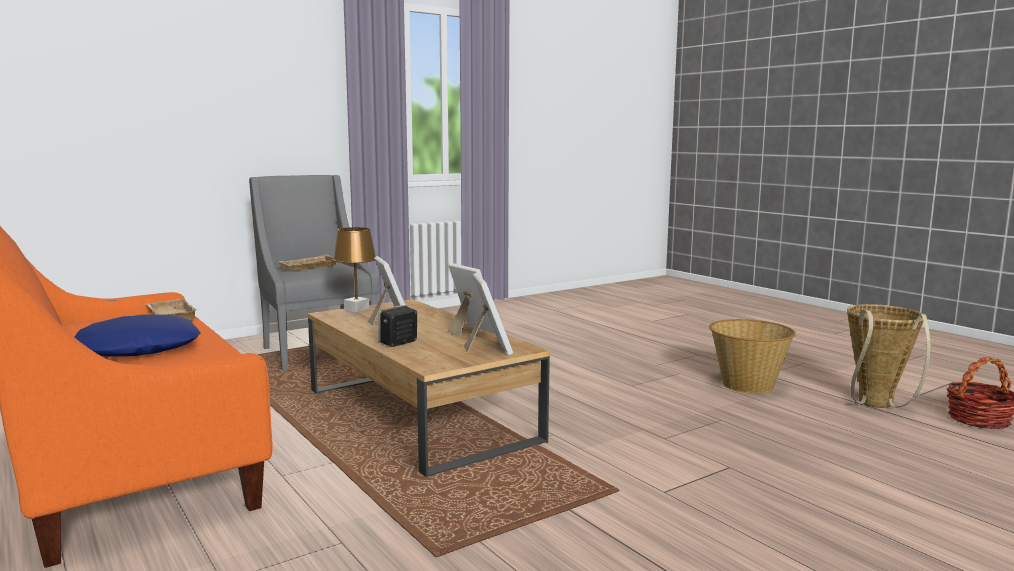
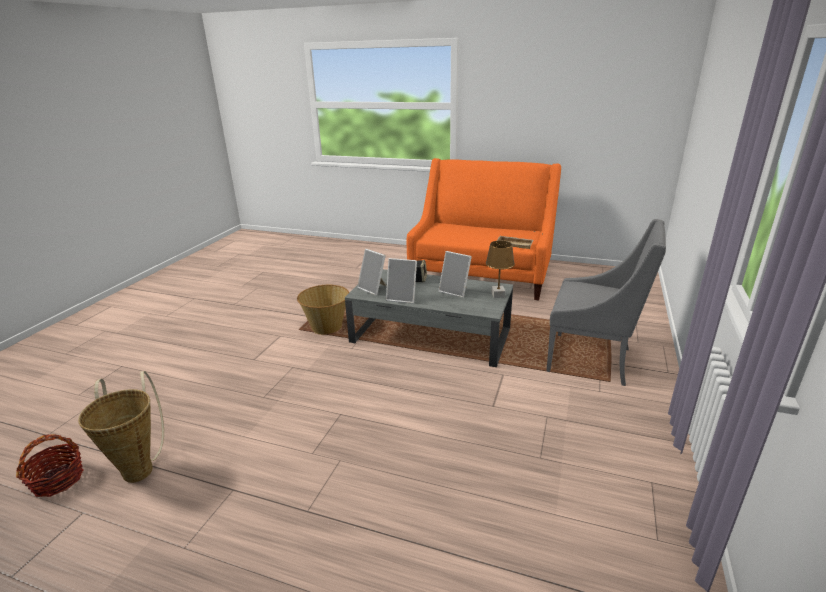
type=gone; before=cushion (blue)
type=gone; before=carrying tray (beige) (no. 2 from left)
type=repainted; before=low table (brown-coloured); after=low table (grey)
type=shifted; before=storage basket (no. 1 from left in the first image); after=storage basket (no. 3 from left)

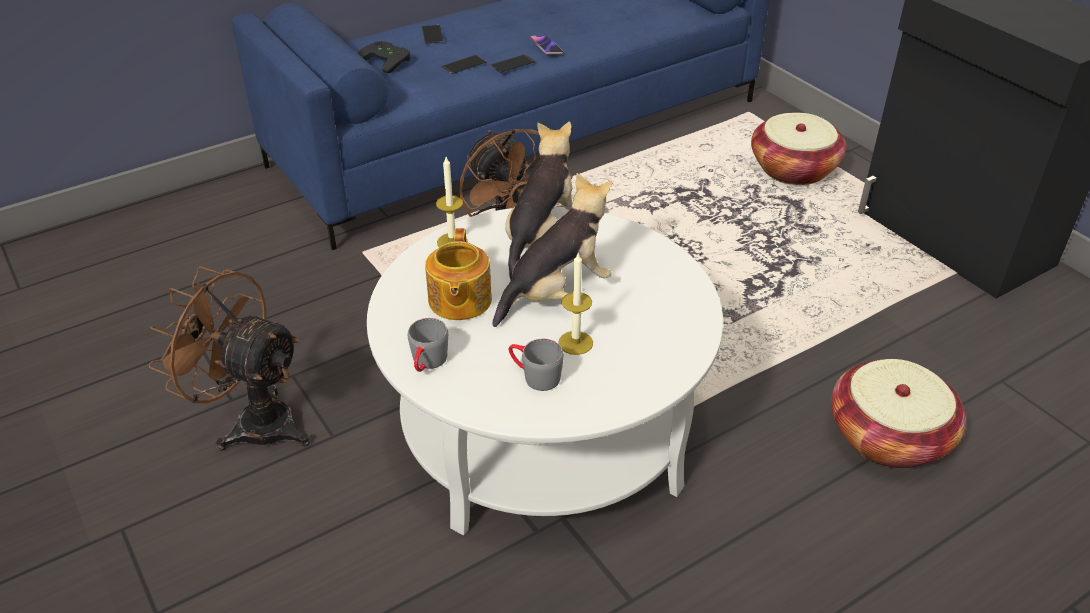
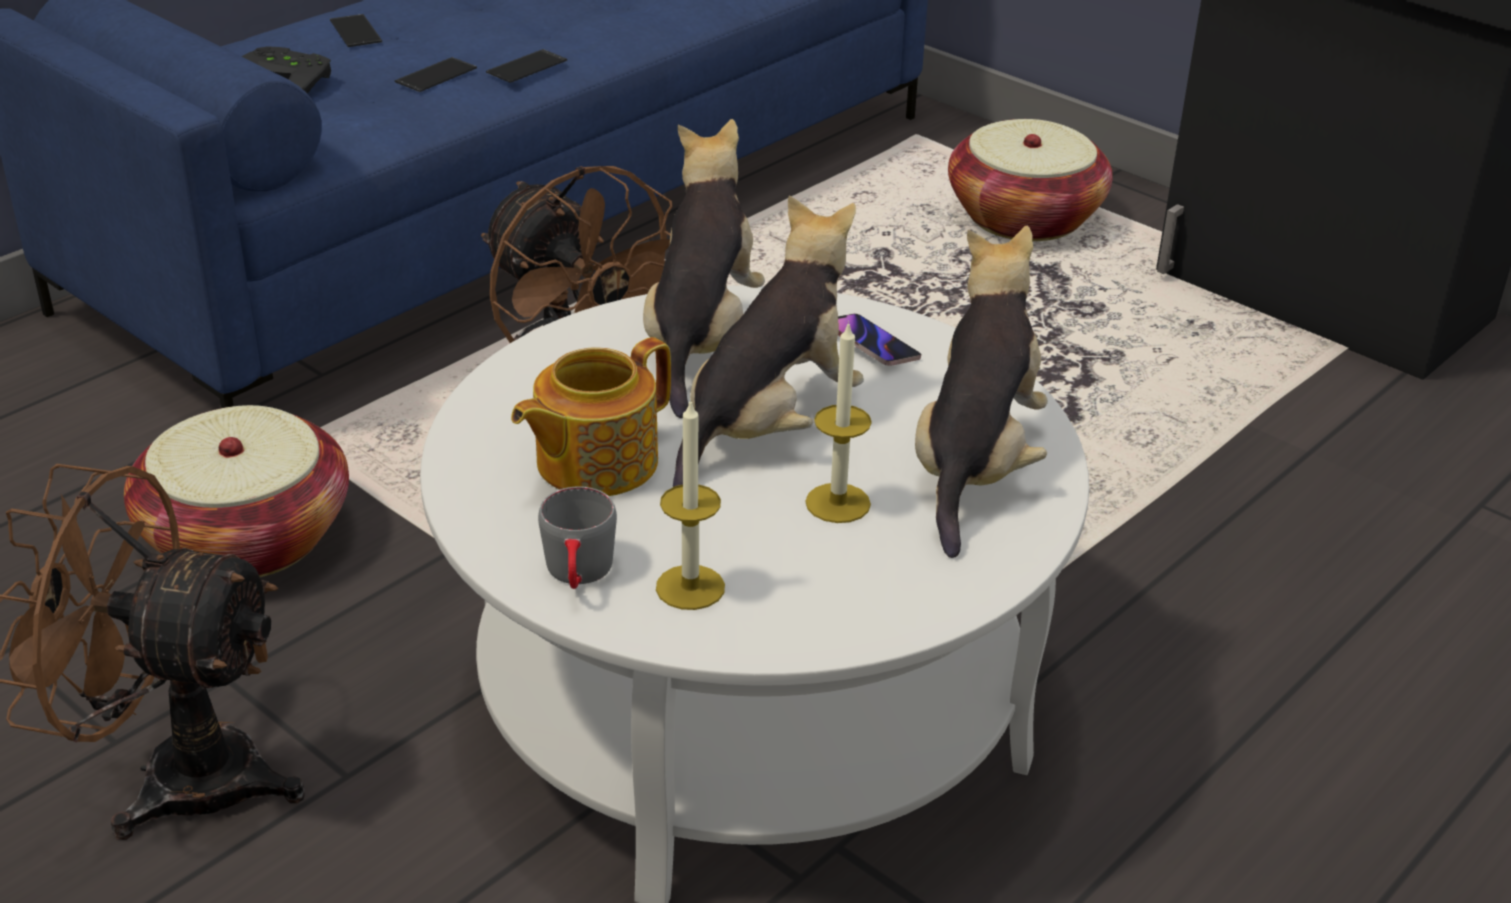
type=rotated; before=pot for tea; turn=60
type=shifted; before=candle (no. 1 from left)
type=gone; before=tea mug (grey) (no. 2 from left)
type=shifted; before=telephone (no. 4 from left)
type=shifted; before=storage basket (no. 2 from left in the first image); after=storage basket (no. 1 from left)
type=new; after=plush toy (no. 3 from left)

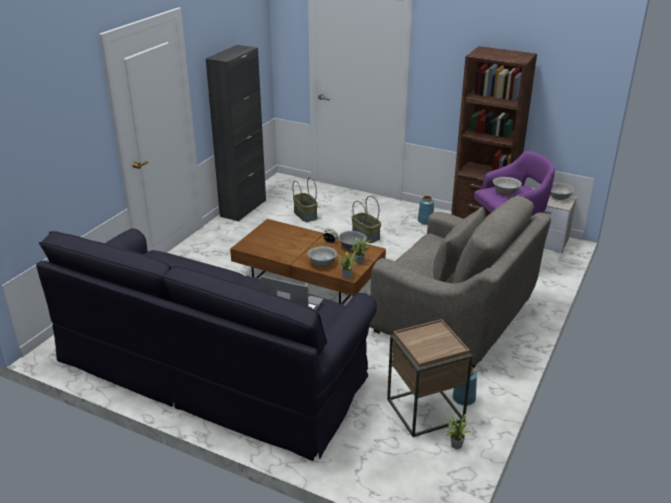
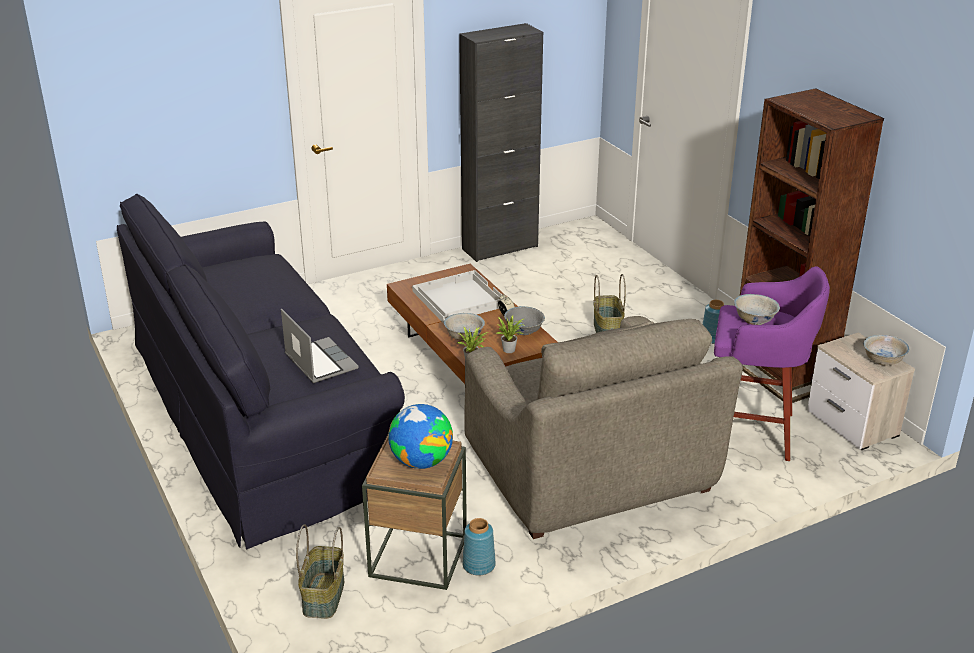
type=shifted; before=storage basket (no. 1 from left)
type=gone; before=plant in a pot (no. 3 from left)
type=new; after=world globe
type=new; after=carrying tray (white-coloured)

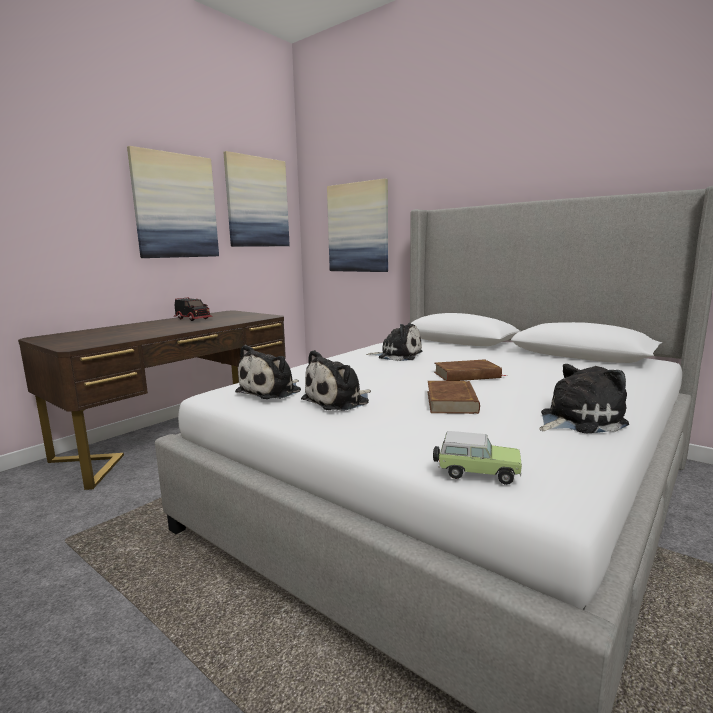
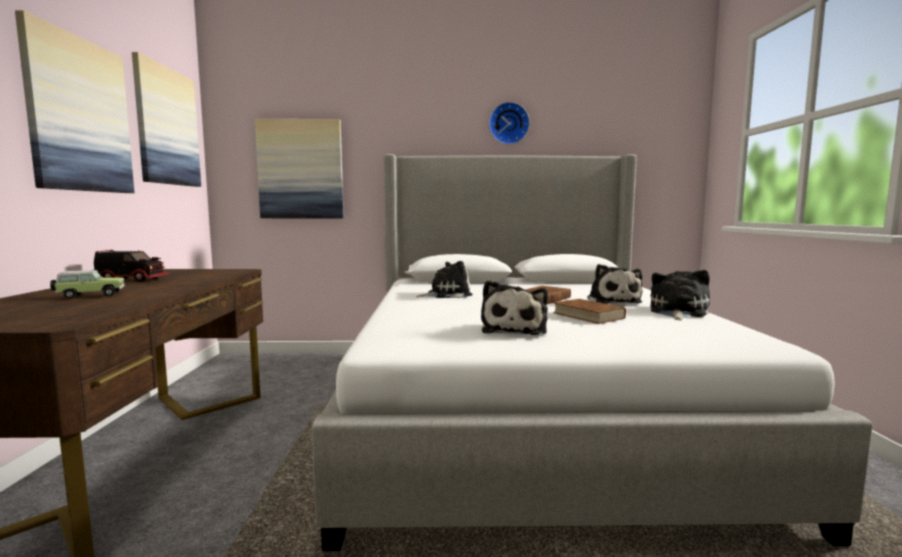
type=shifted; before=plush toy (no. 1 from left in the first image); after=plush toy (no. 3 from left)
type=shifted; before=miniature car
type=new; after=clock on the wall

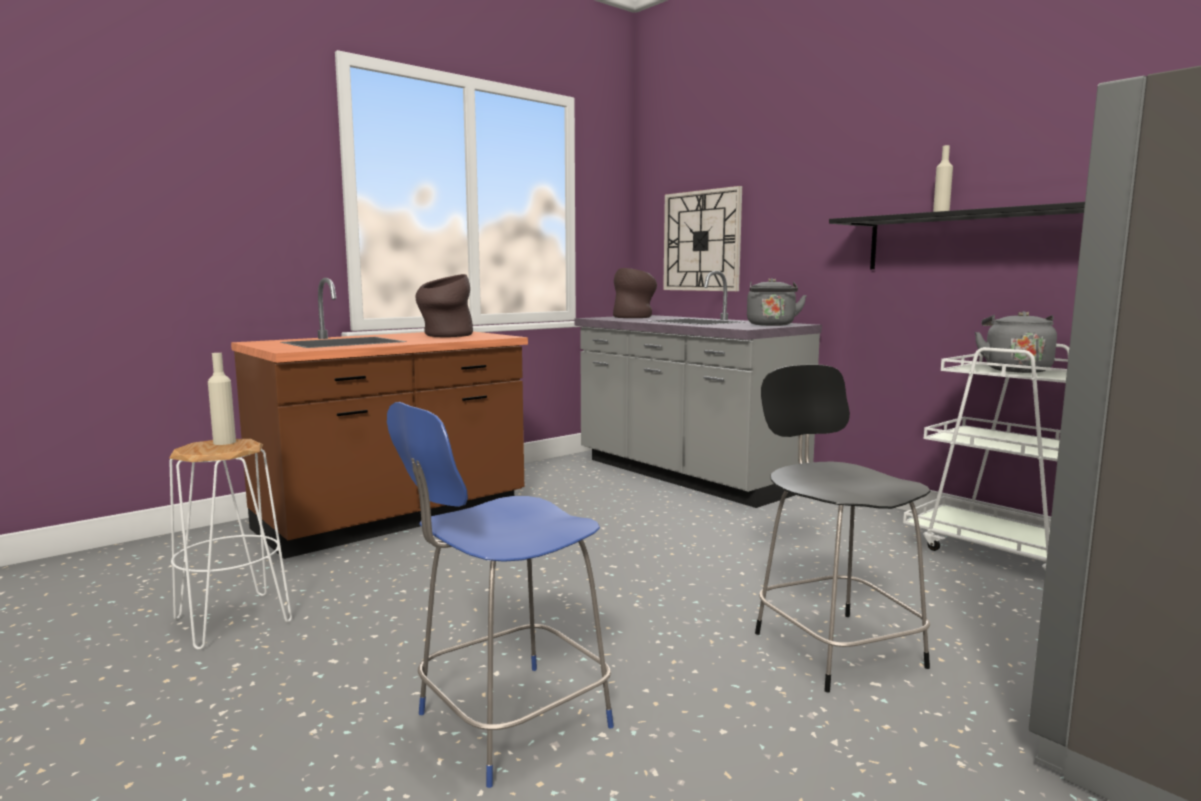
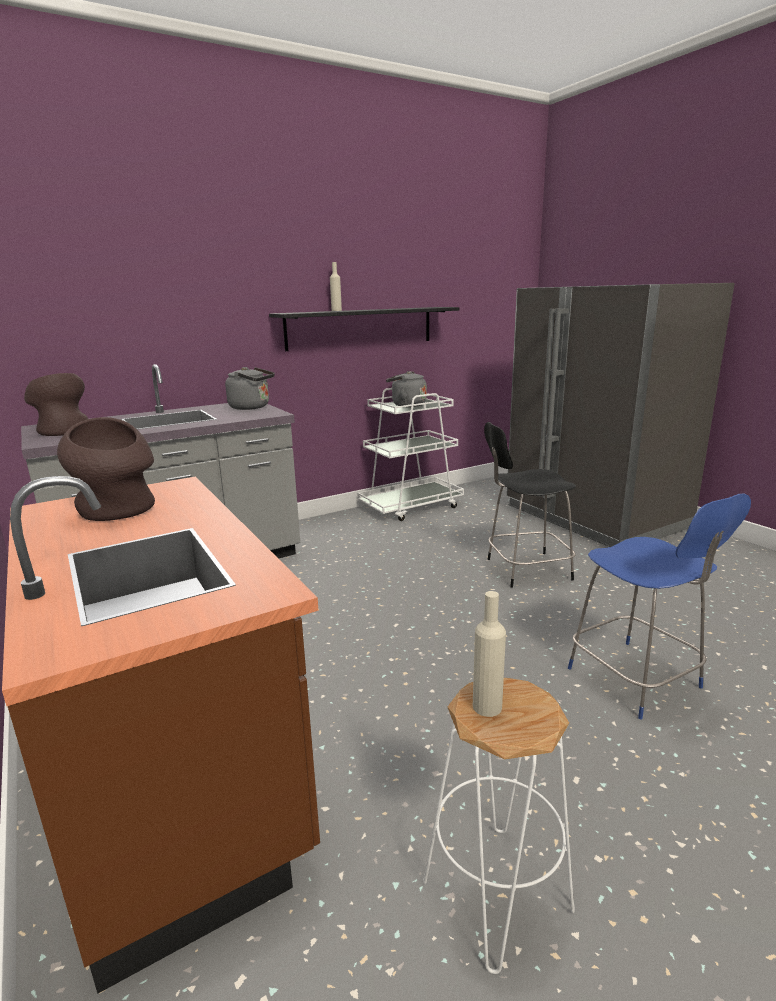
type=gone; before=clock on the wall

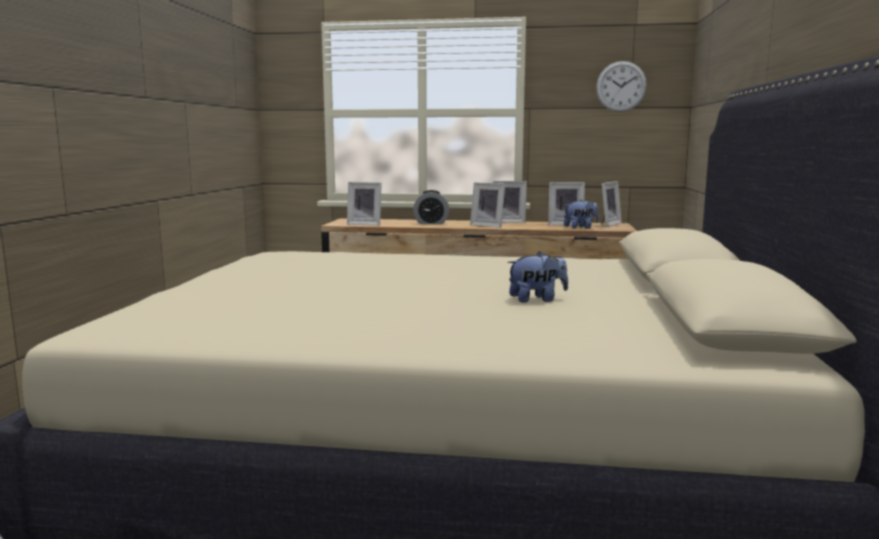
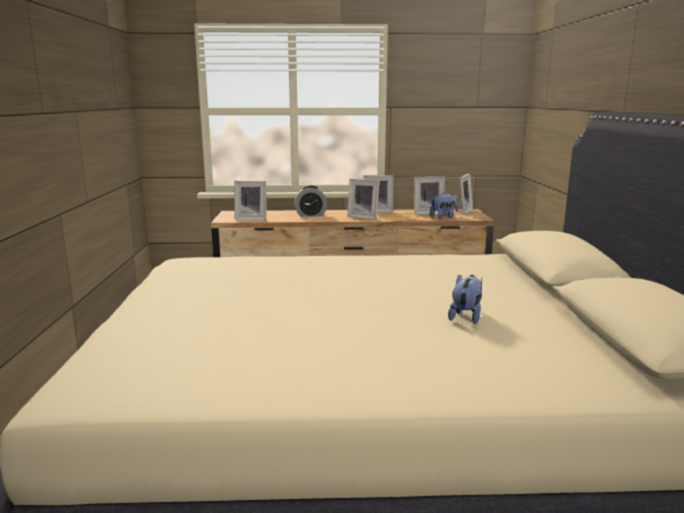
type=rotated; before=plush toy (no. 1 from left in the first image); turn=-45
type=gone; before=clock on the wall

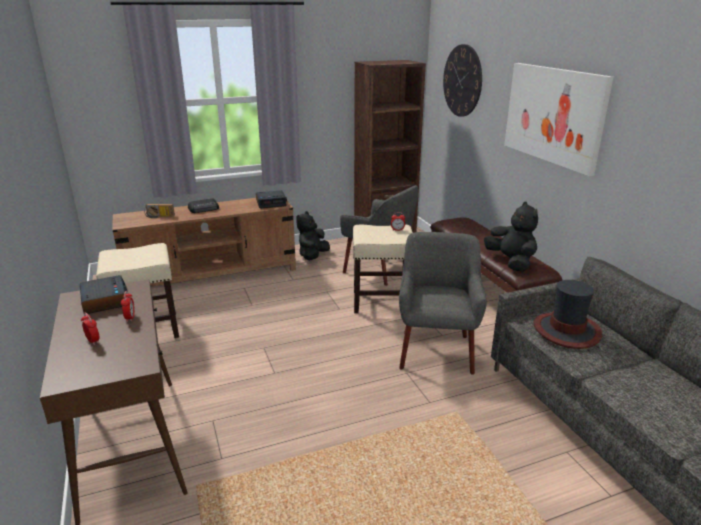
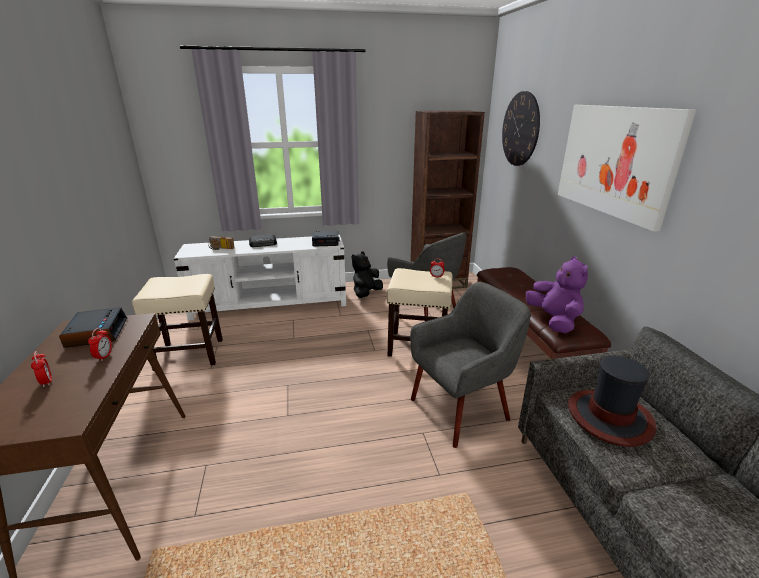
type=repainted; before=tv unit (brown-coloured); after=tv unit (white-coloured)
type=rotated; before=easy chair (grey) (no. 2 from left); turn=45
type=repainted; before=plush toy (blackish) (no. 2 from left); after=plush toy (purple-coloured)

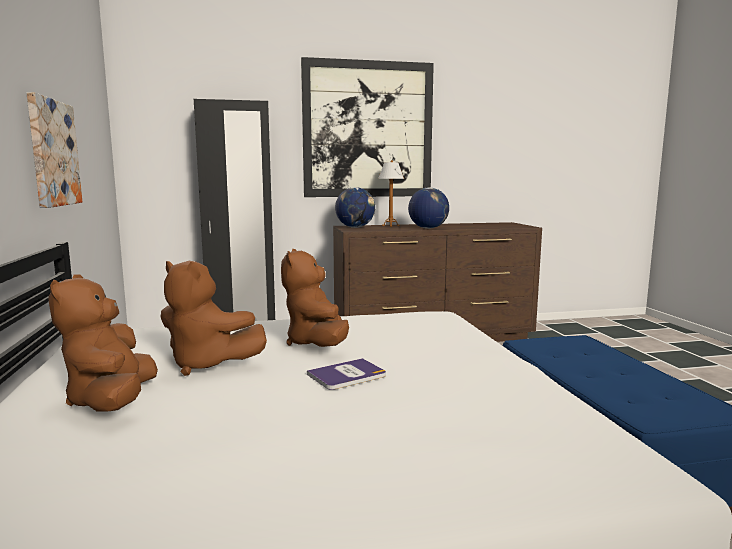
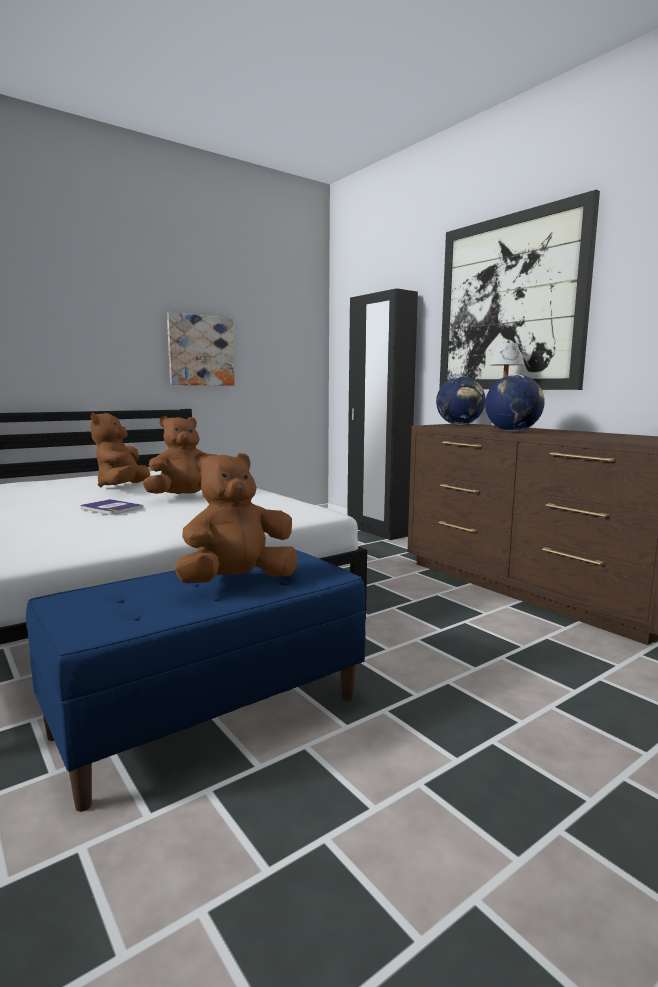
type=shifted; before=plush toy (brown-coloured) (no. 1 from left in the first image); after=plush toy (brown-coloured) (no. 3 from left)

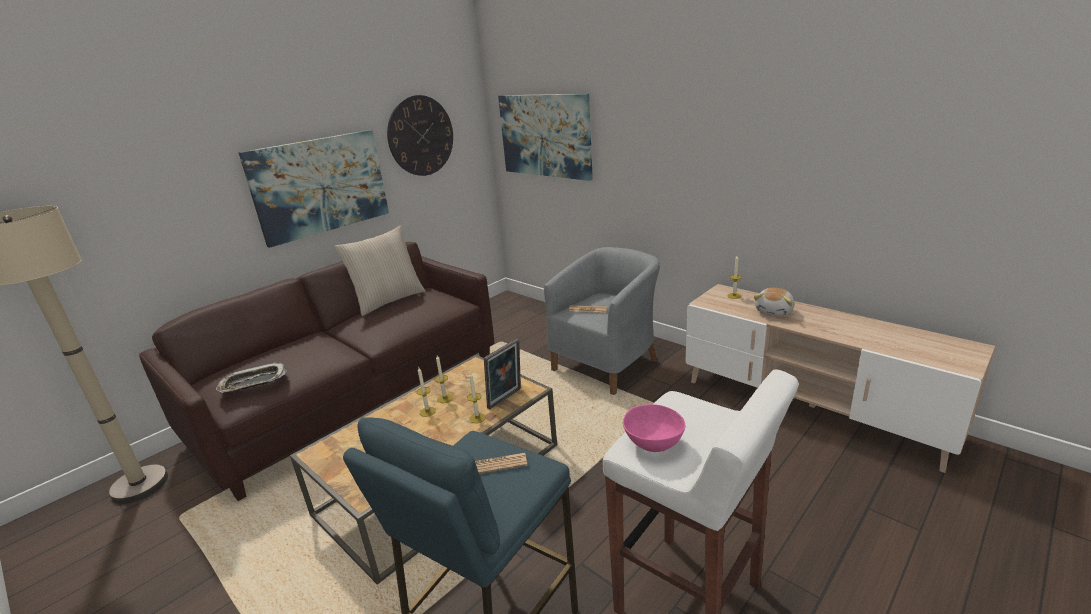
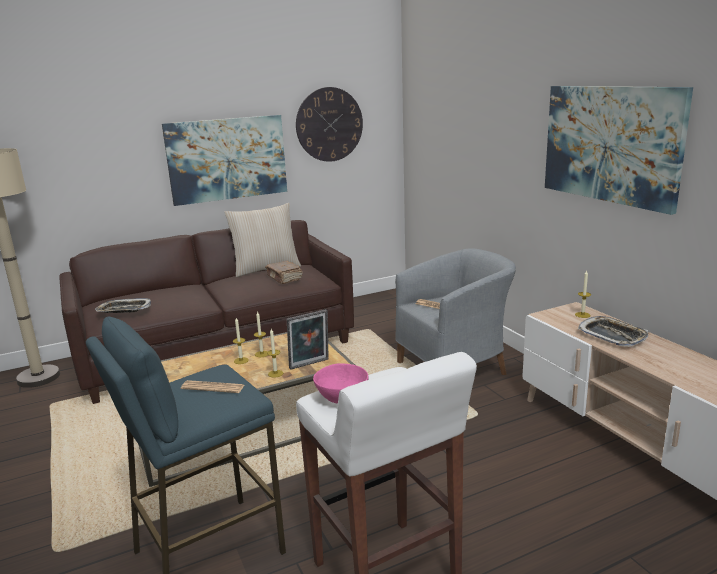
type=shifted; before=picture (no. 2 from left)
type=swapped; before=plush toy; after=carrying tray (no. 2 from left)
type=new; after=book (brown-coloured)

